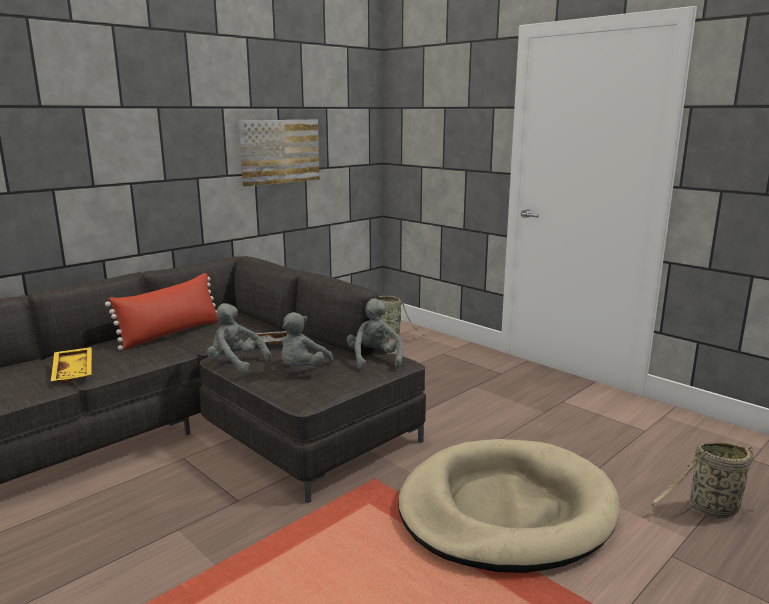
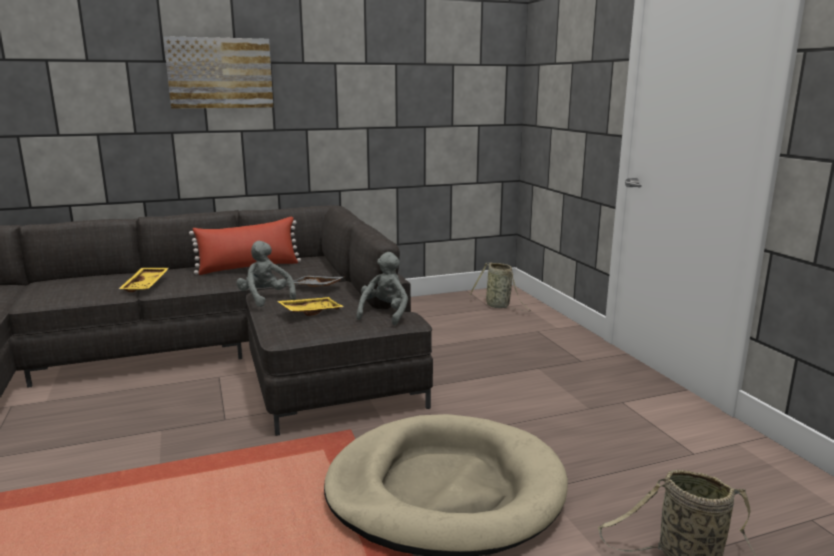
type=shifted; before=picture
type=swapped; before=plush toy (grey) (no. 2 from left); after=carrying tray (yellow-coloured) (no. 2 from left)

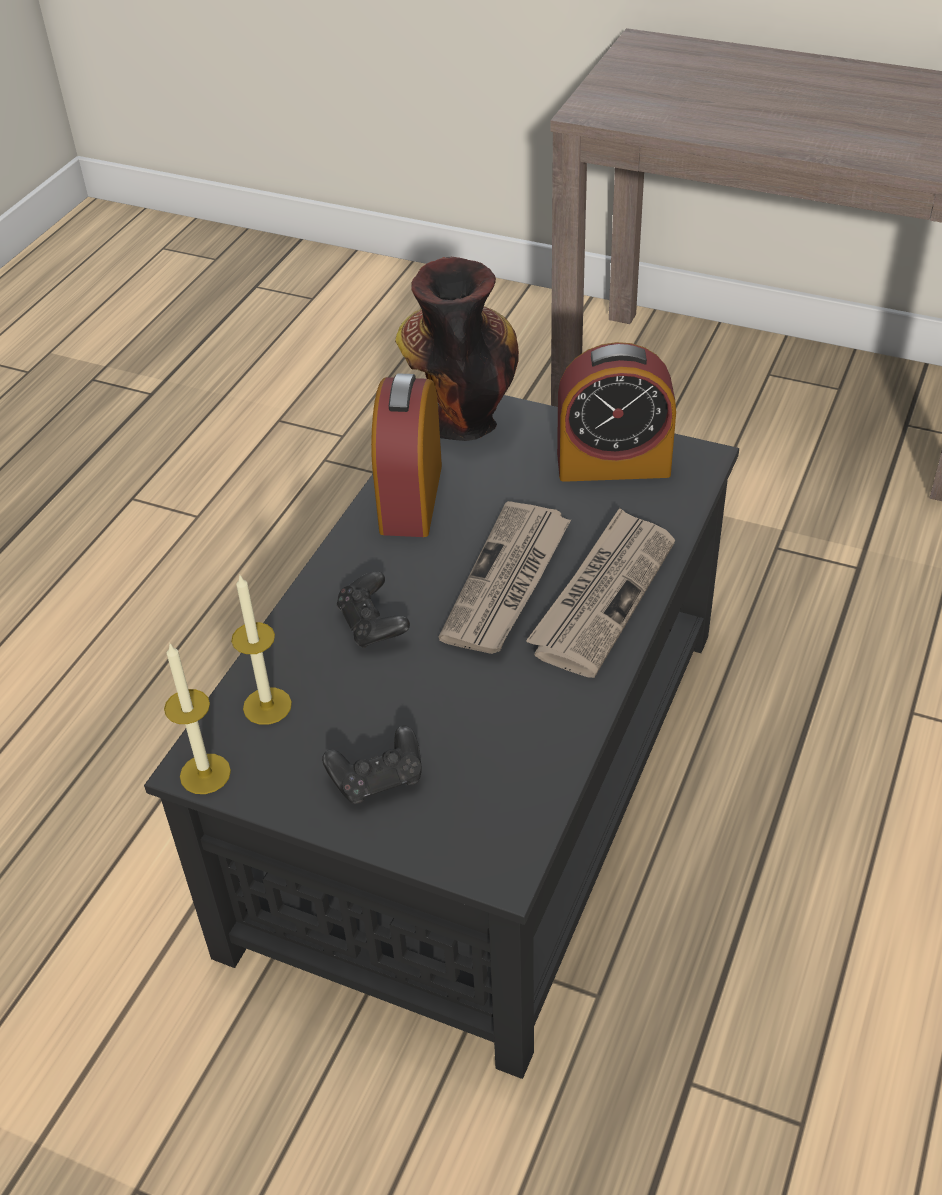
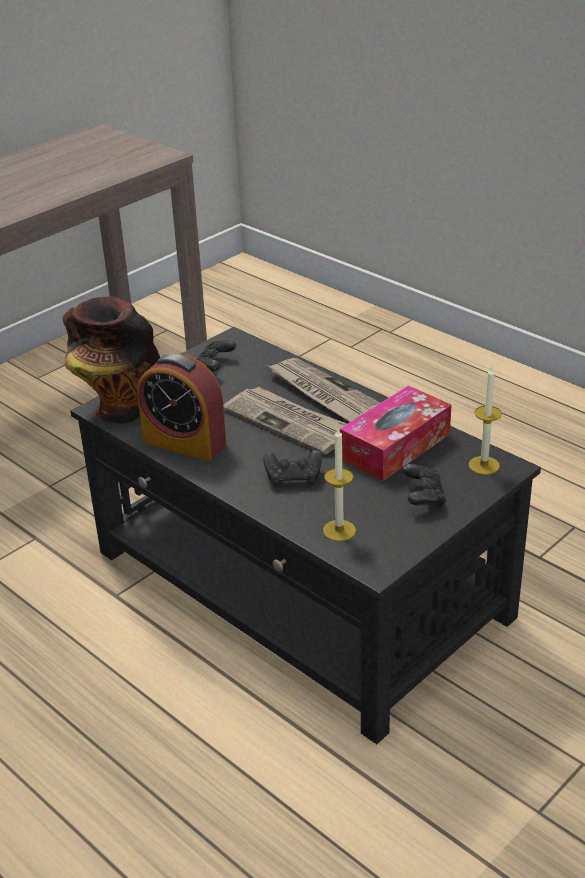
type=shifted; before=candle (no. 1 from left in the first image); after=candle (no. 2 from left)
type=swapped; before=table clock (no. 2 from left); after=joypad (blackish) (no. 1 from left)
type=new; after=box of tissues

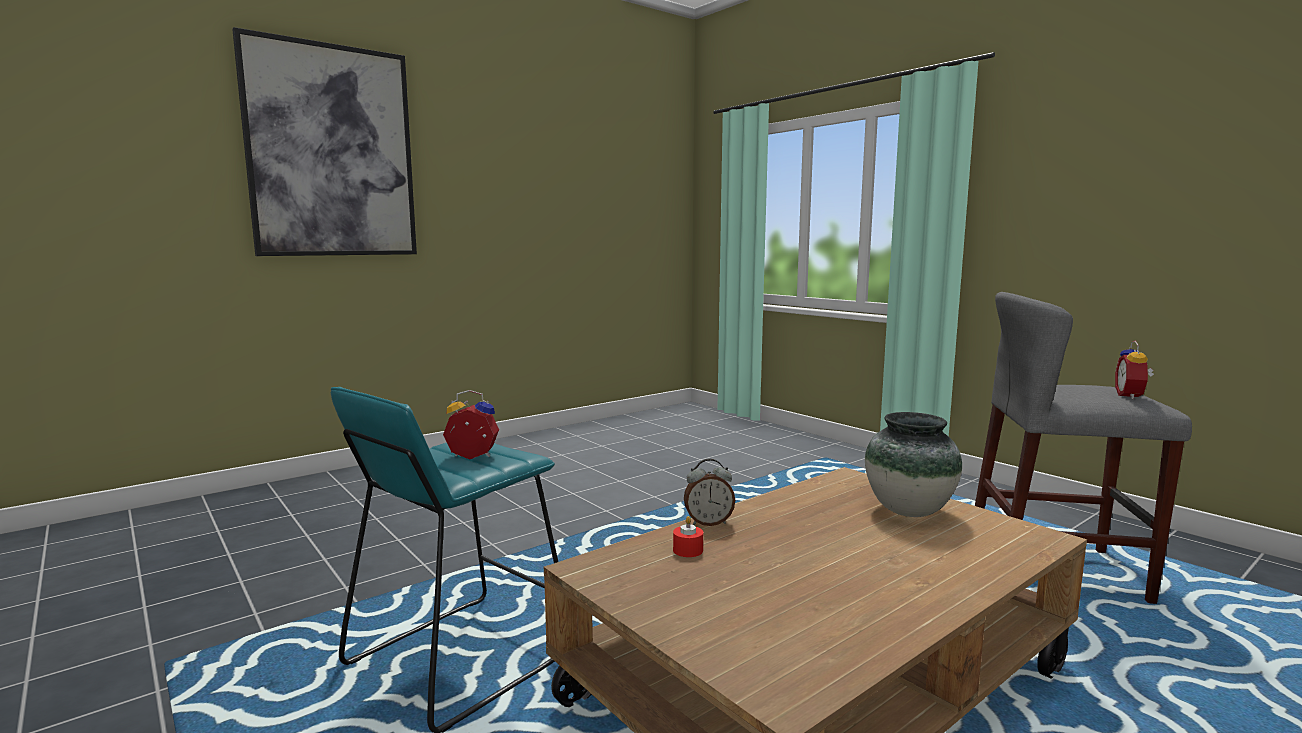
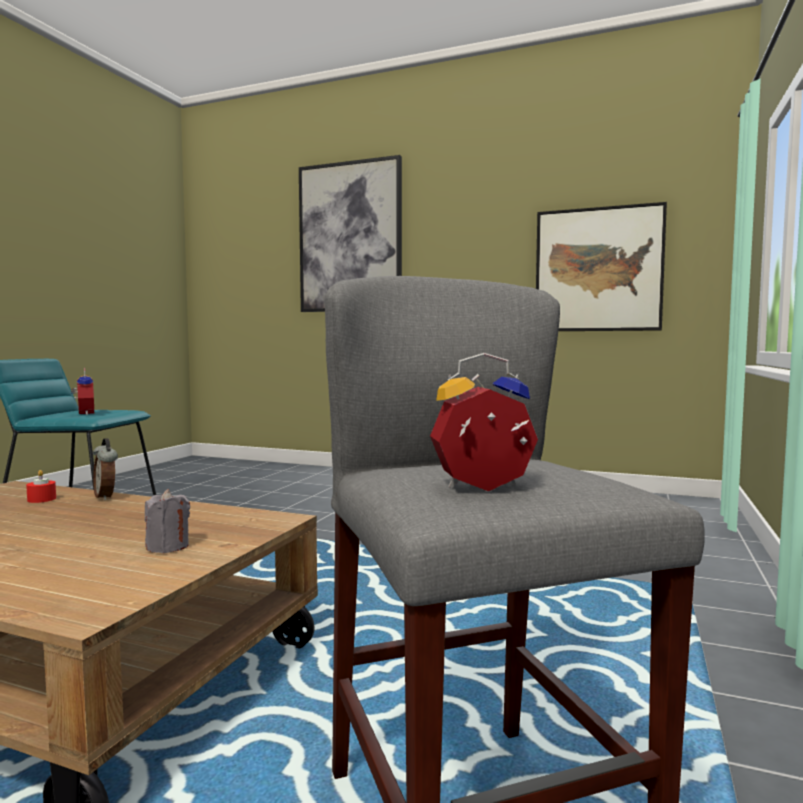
type=swapped; before=vase; after=candle (grey)
type=new; after=picture (no. 2 from left)

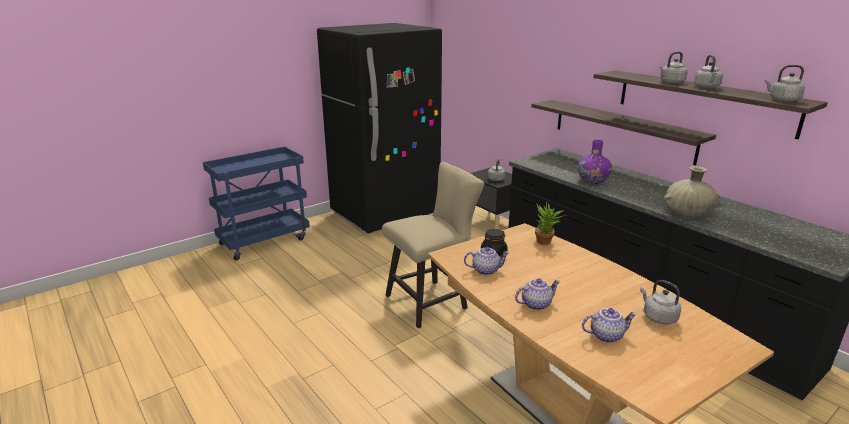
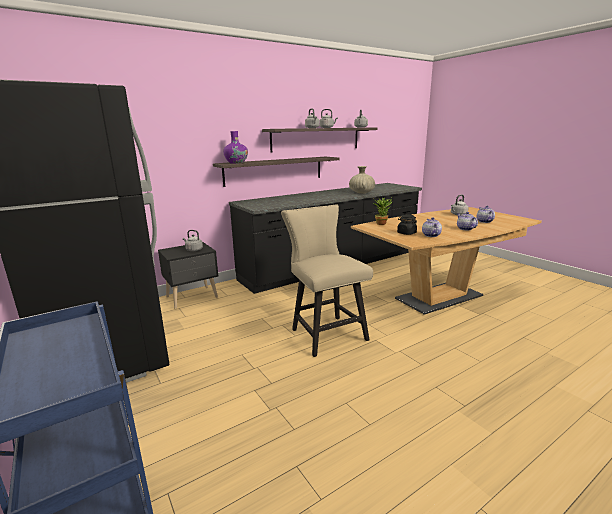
type=shifted; before=vase (purple-coloured)

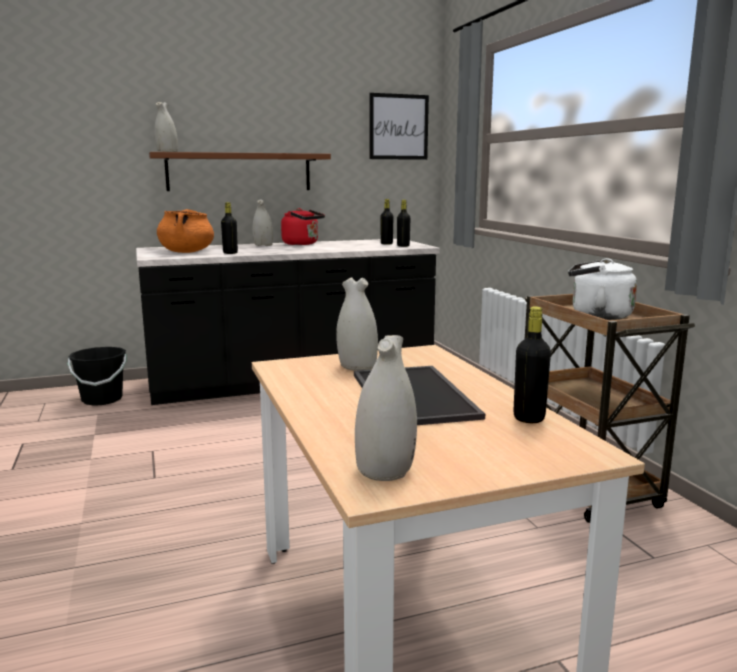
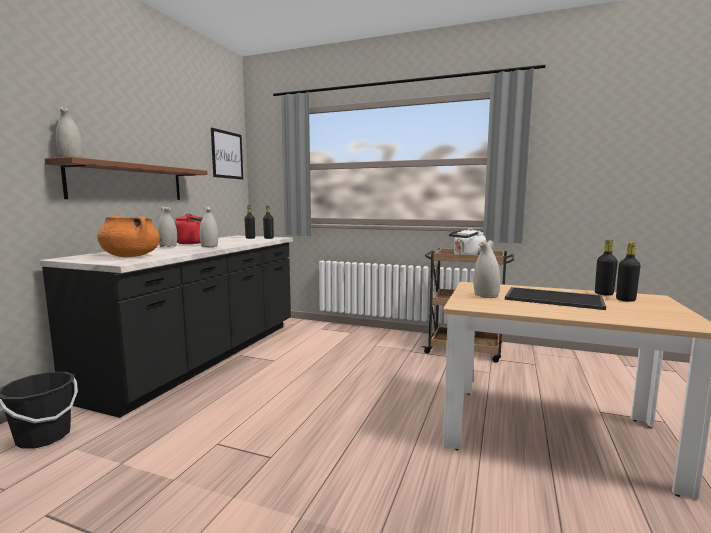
type=shifted; before=bottle (blackish) (no. 1 from left in the first image); after=bottle (blackish) (no. 4 from left)
type=shifted; before=vase (white-coloured) (no. 4 from left in the first image); after=vase (white-coloured) (no. 3 from left)

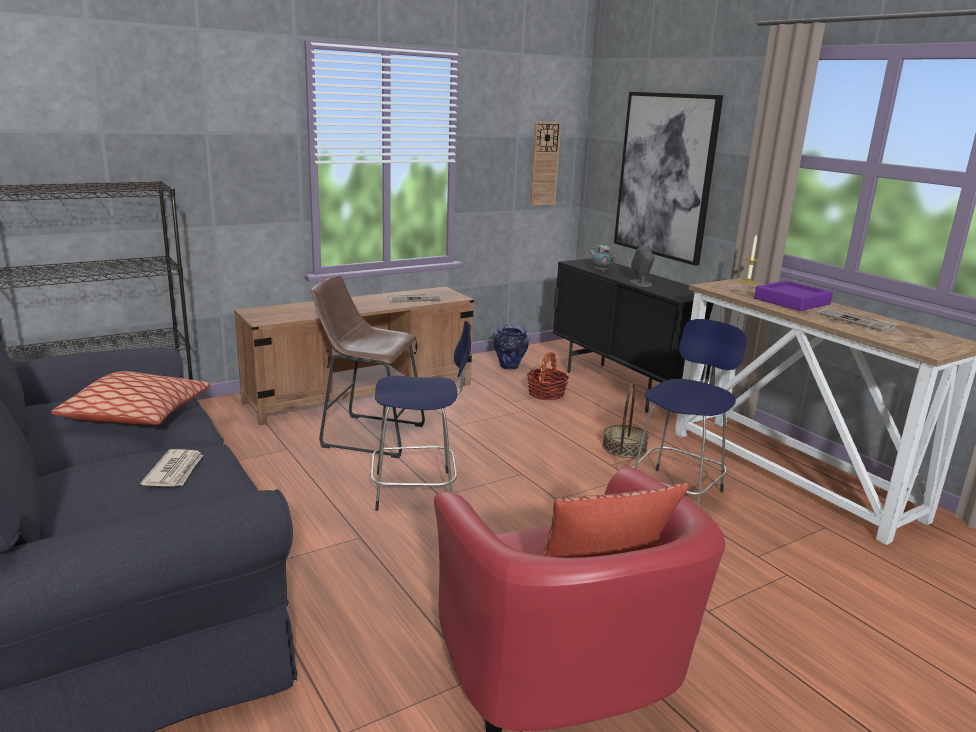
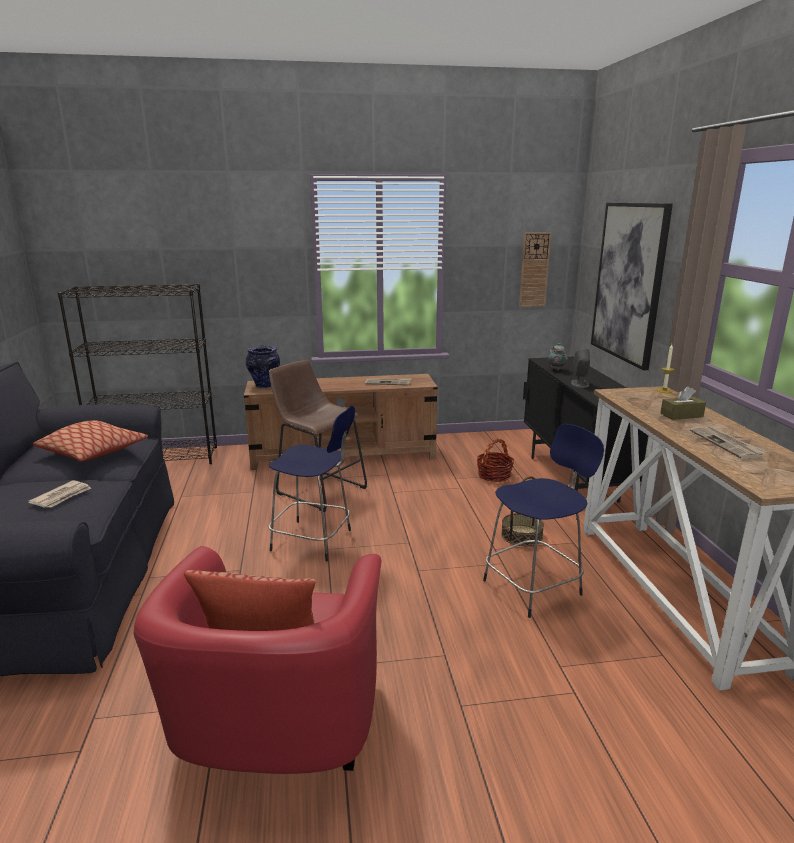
type=shifted; before=vase
type=swapped; before=carrying tray (purple-coloured); after=box of tissues (brown-coloured)

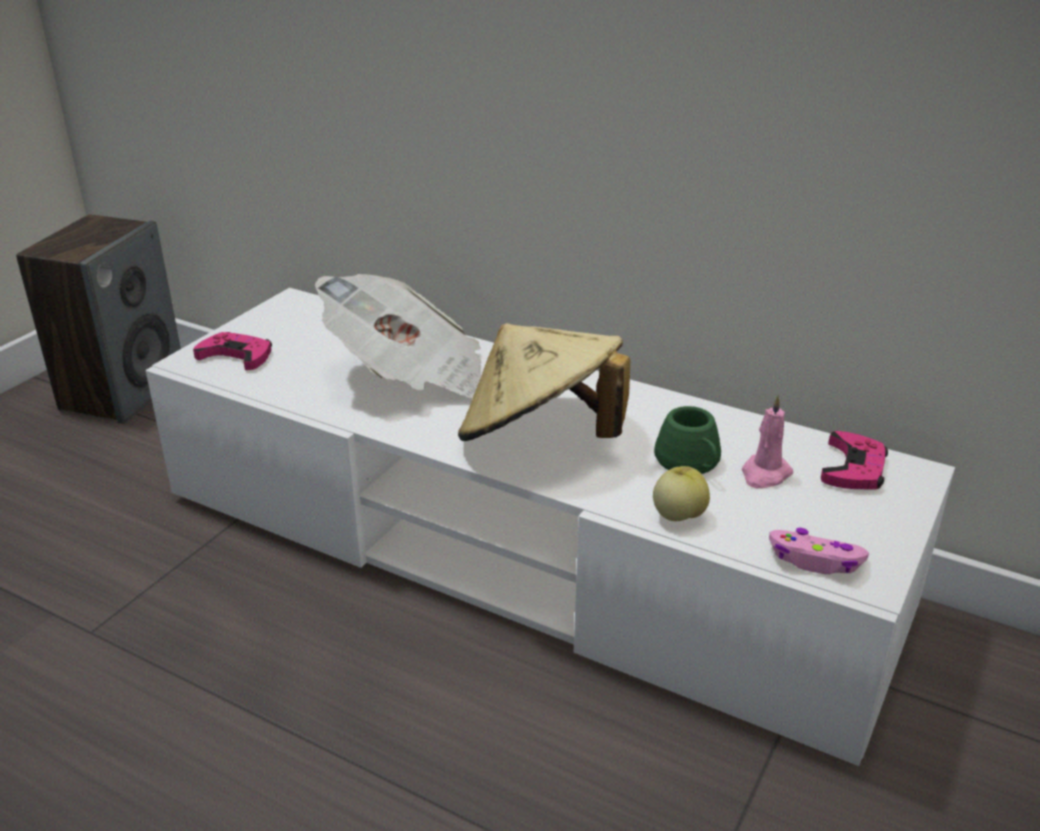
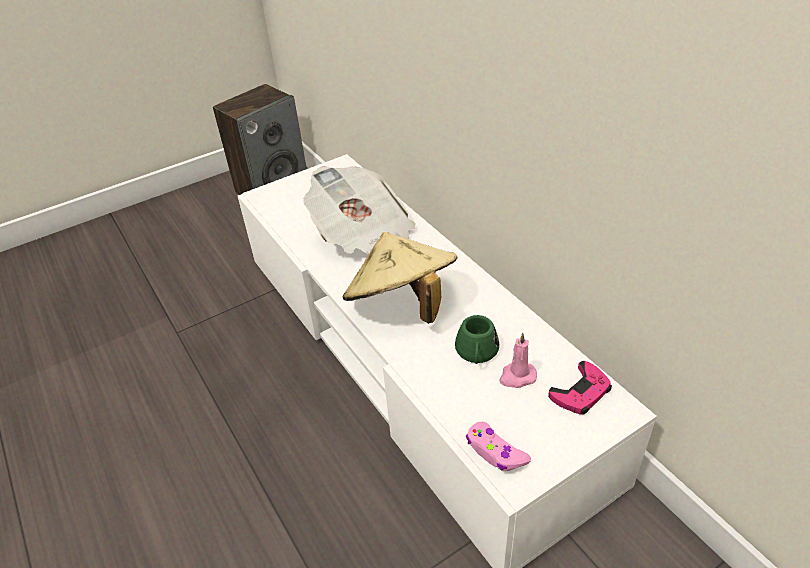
type=gone; before=joypad (pink) (no. 1 from left)
type=gone; before=whole apple

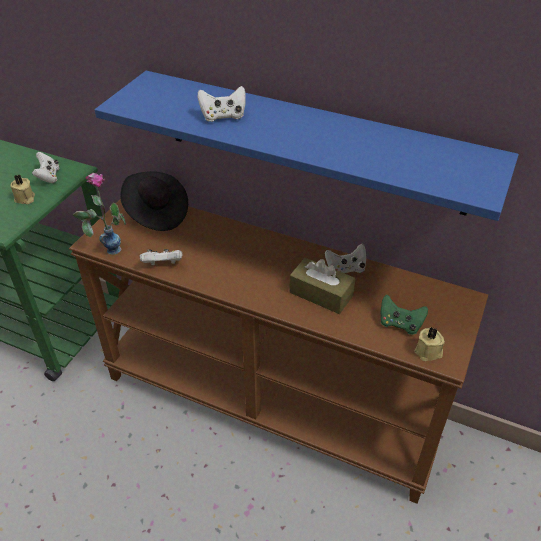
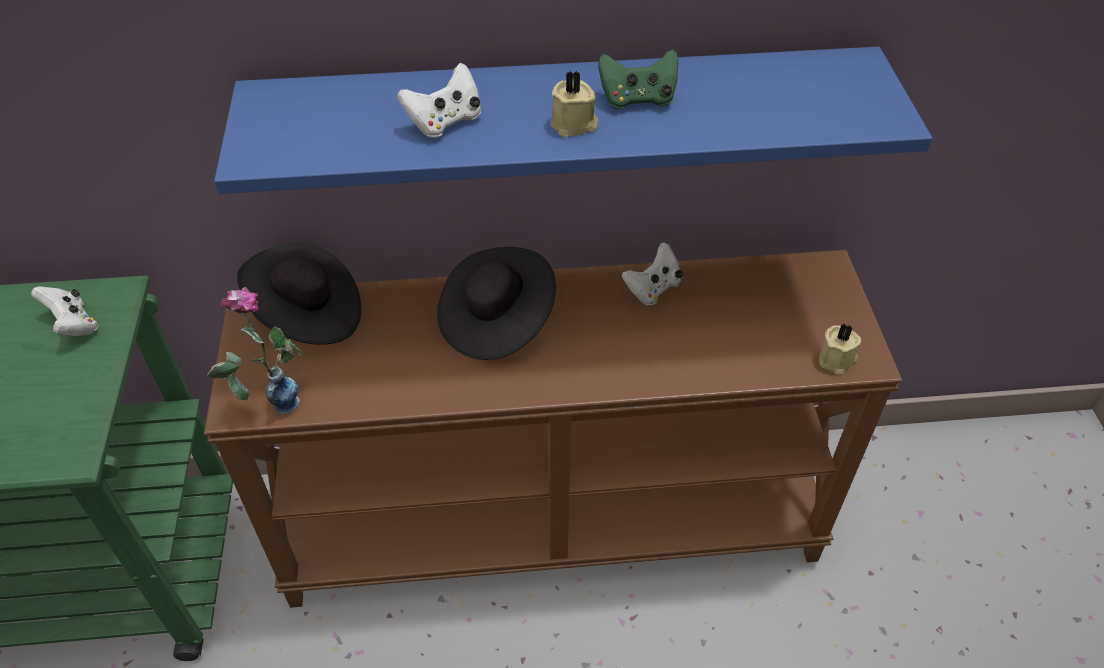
type=shifted; before=candle (beige) (no. 1 from left)
type=gone; before=joypad (white-coloured) (no. 2 from left)
type=gone; before=box of tissues (brown-coloured)
type=shifted; before=joypad (green-coloured)
type=new; after=hat (blackish) (no. 2 from left)

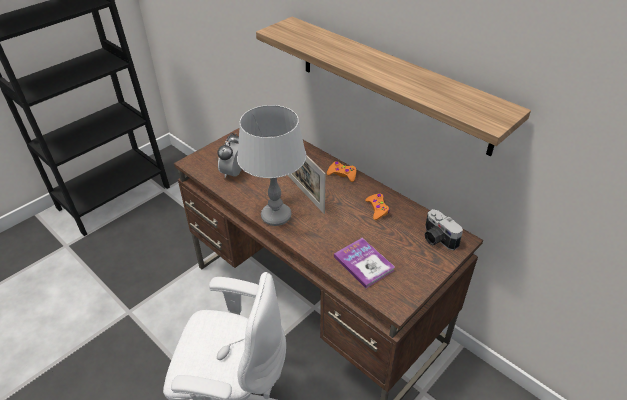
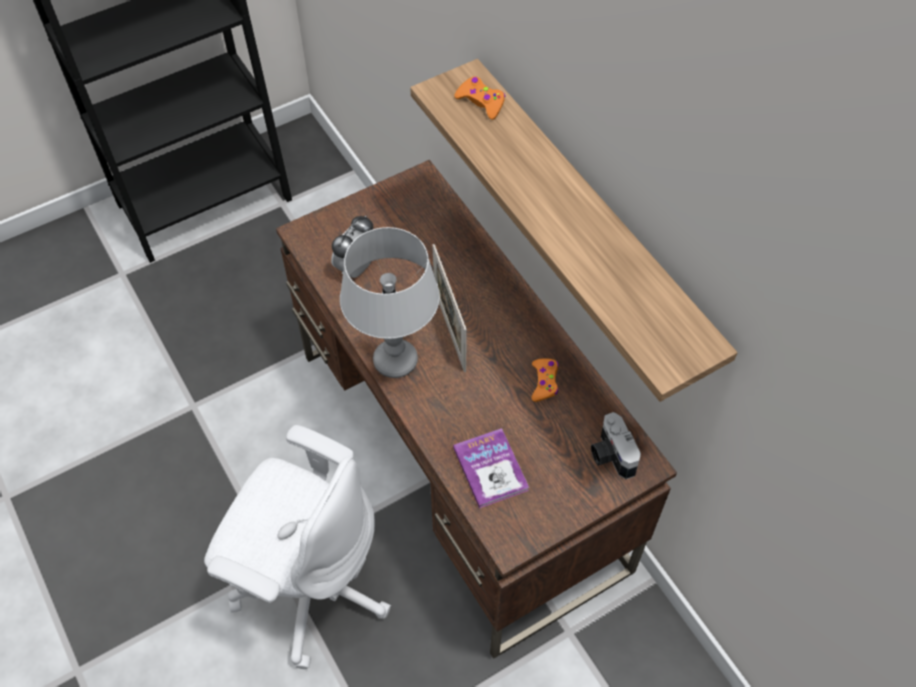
type=shifted; before=joypad (orange-coloured) (no. 1 from left)

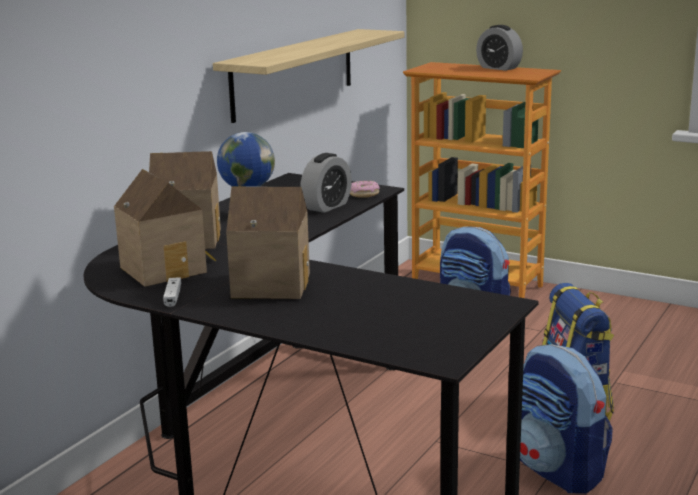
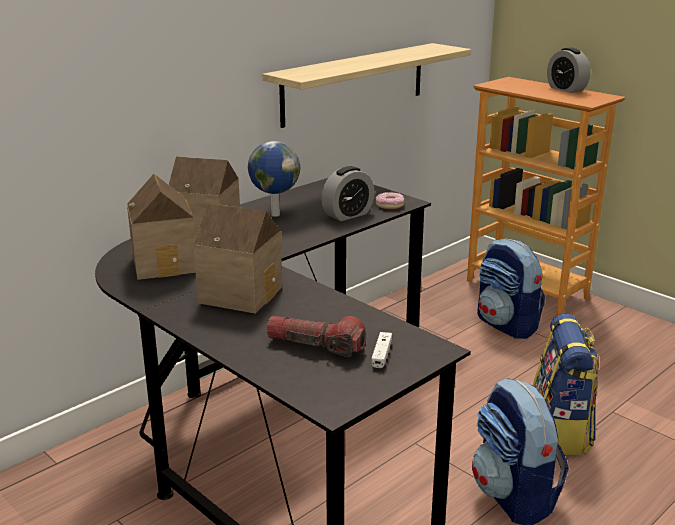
type=shifted; before=joypad (white-coloured)
type=new; after=hand torch

